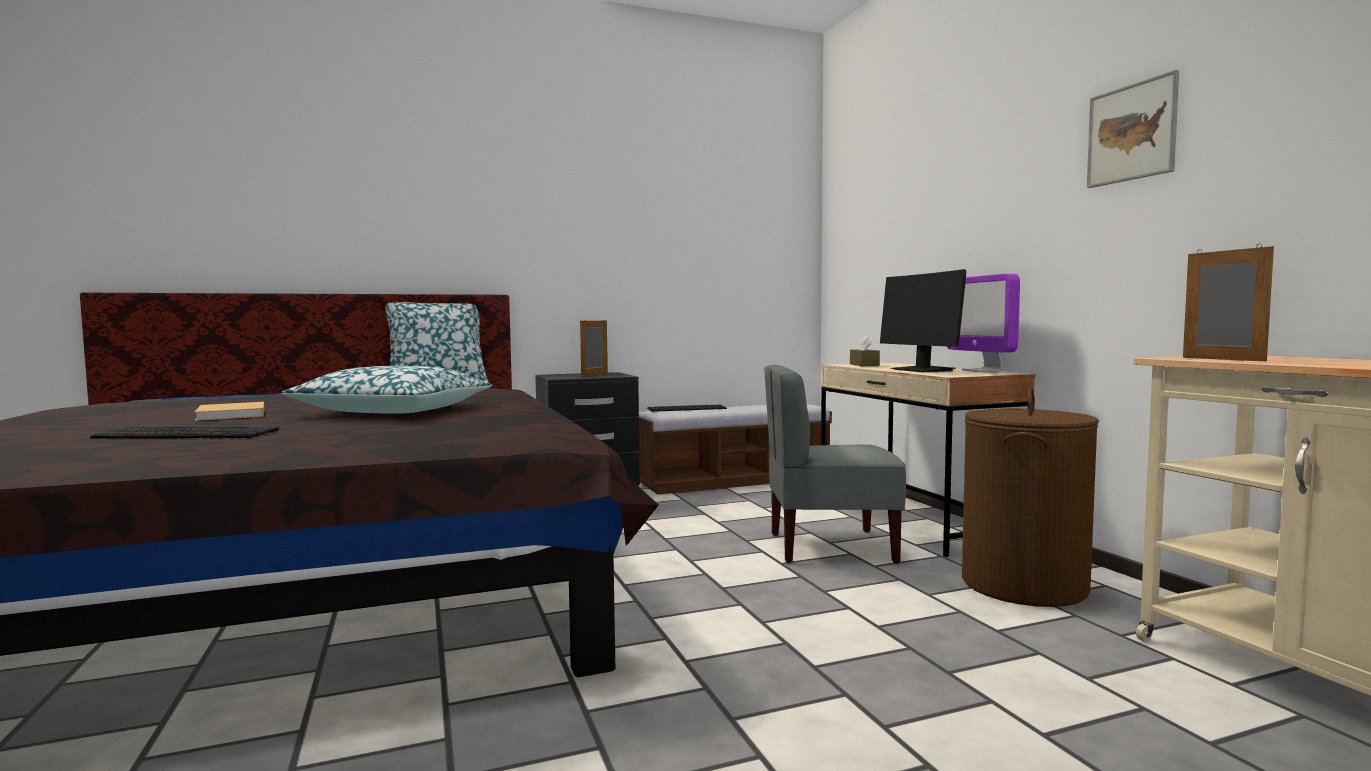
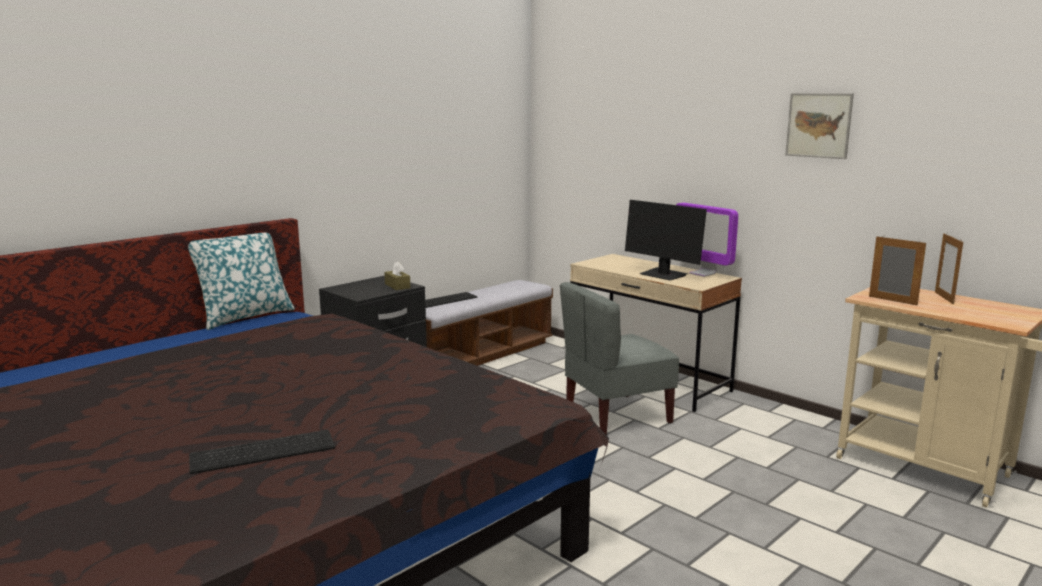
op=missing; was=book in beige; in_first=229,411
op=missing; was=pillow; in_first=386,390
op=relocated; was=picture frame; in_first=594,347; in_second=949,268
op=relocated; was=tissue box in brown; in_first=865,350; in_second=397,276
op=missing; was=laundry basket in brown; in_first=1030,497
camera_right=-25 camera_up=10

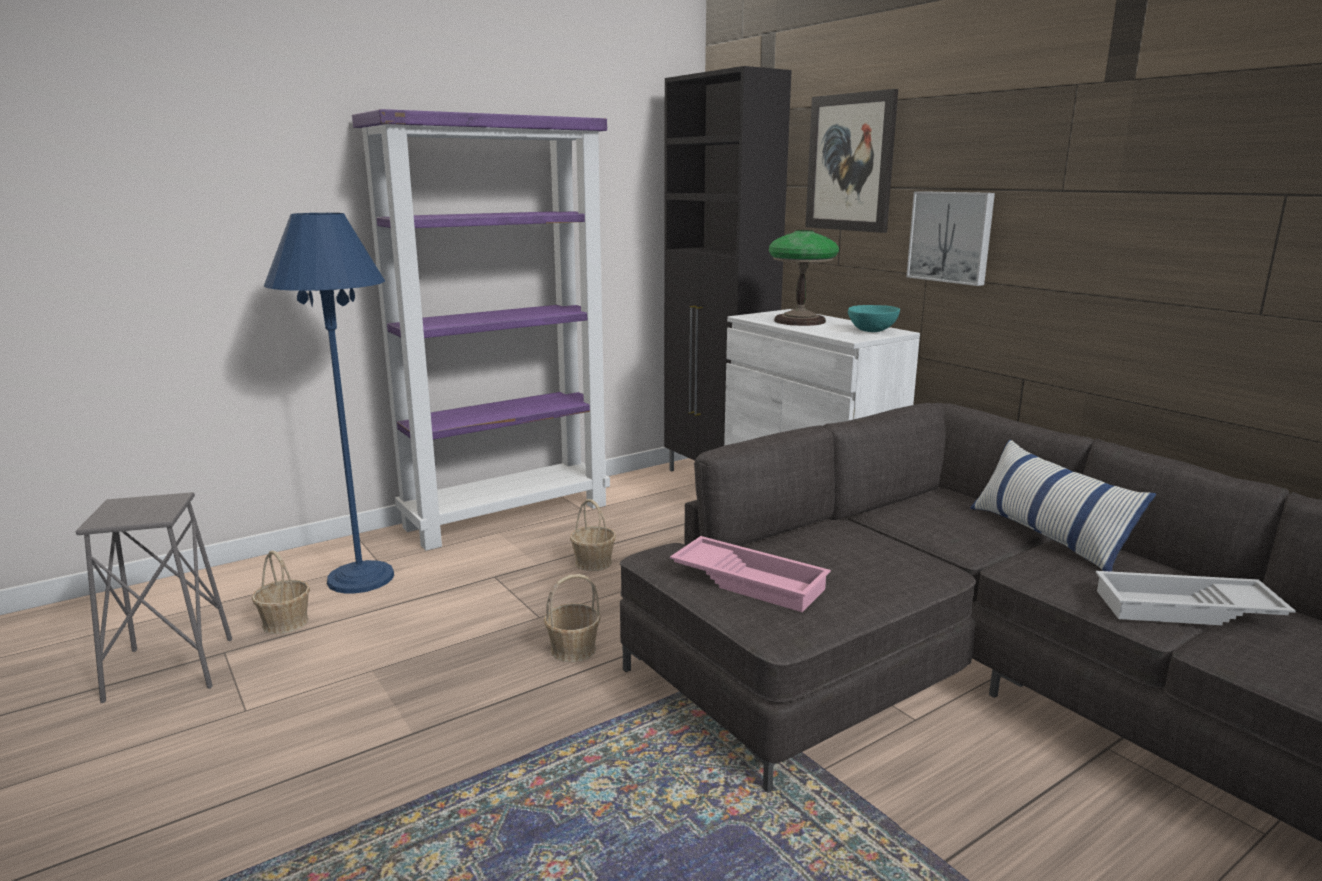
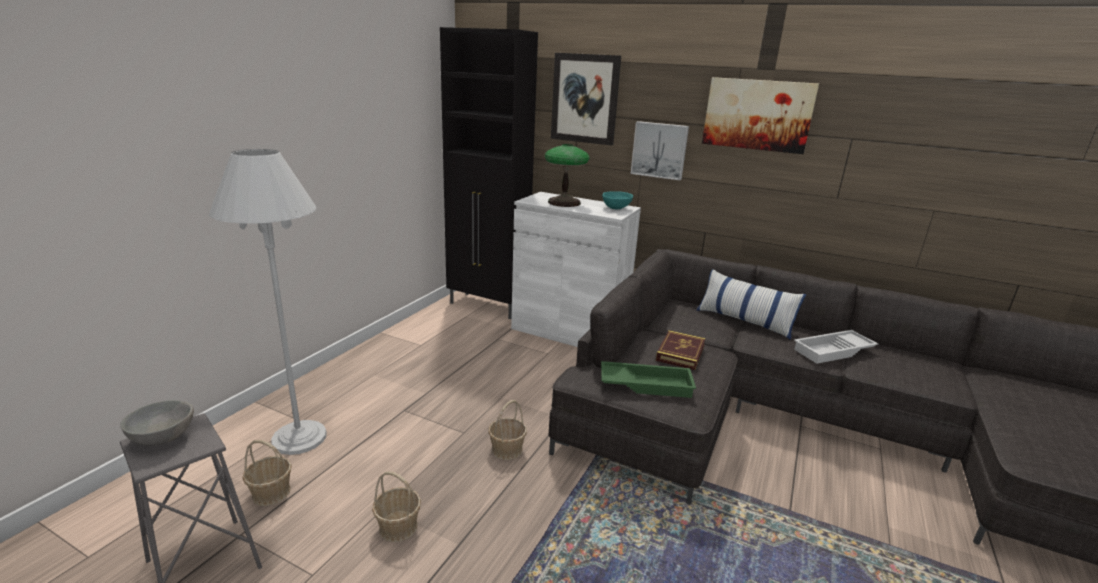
op=colour; was=floor lamp in blue; now=floor lamp in white; in_first=329,403; in_second=268,302
op=missing; was=bookcase in purple; in_first=481,330
op=relocated; was=basket; in_first=593,535; in_second=396,506
op=colour; was=tray in pink; now=tray in green; in_first=750,574; in_second=648,379
op=appeared; now=bowl in grey; in_second=157,423
op=appeared; now=book; in_second=681,350
op=appeared; now=picture; in_second=760,115
camera_right=-30 camera_up=5

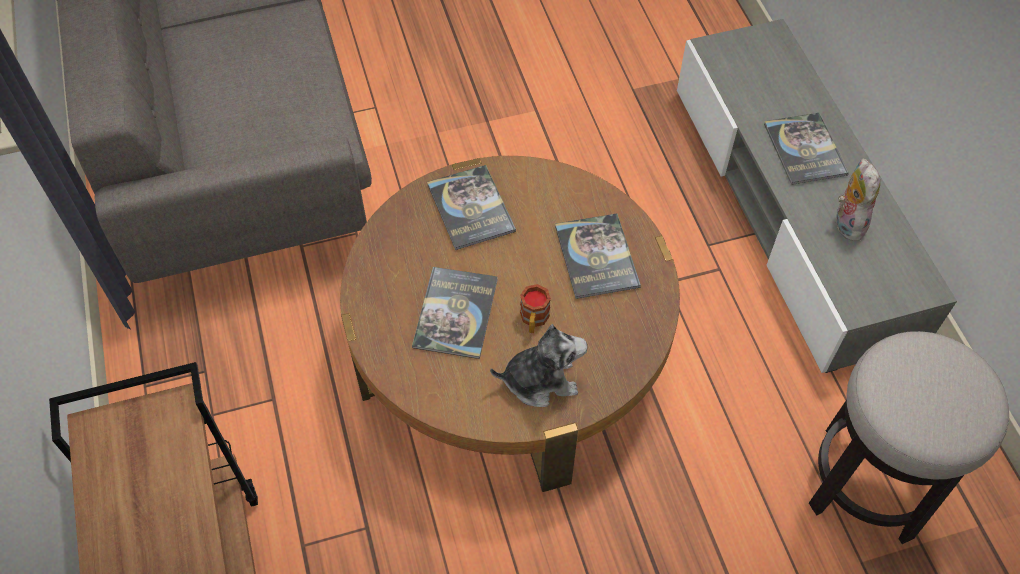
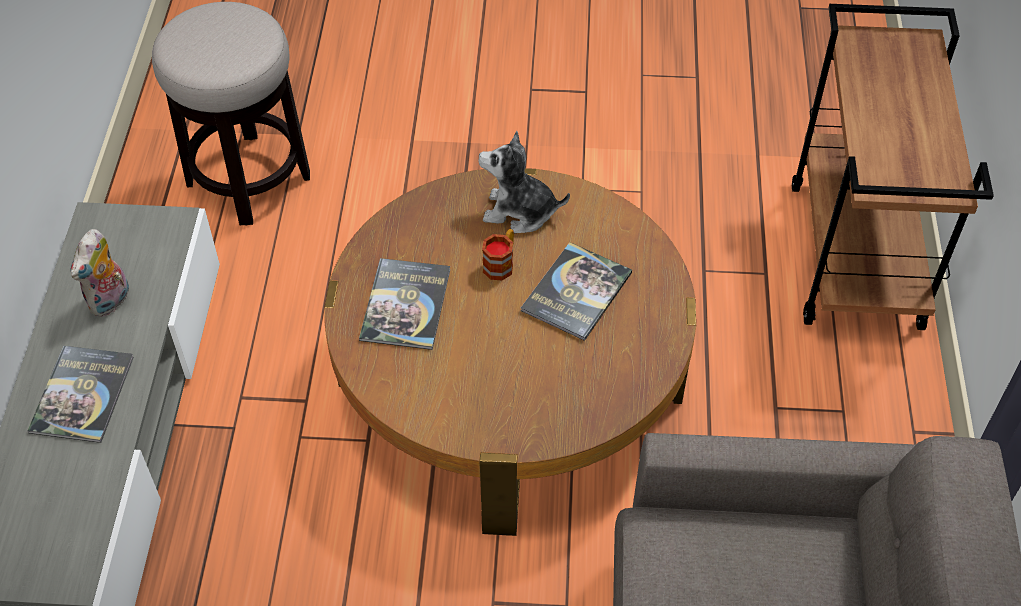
op=missing; was=book; in_first=471,207
camera_right=-160 camera_up=-5

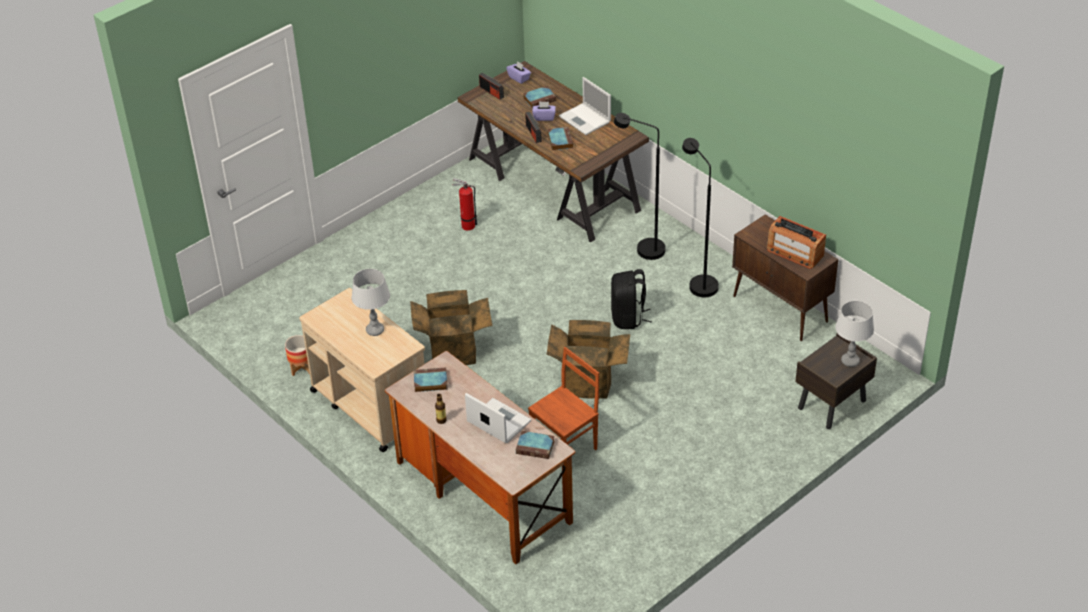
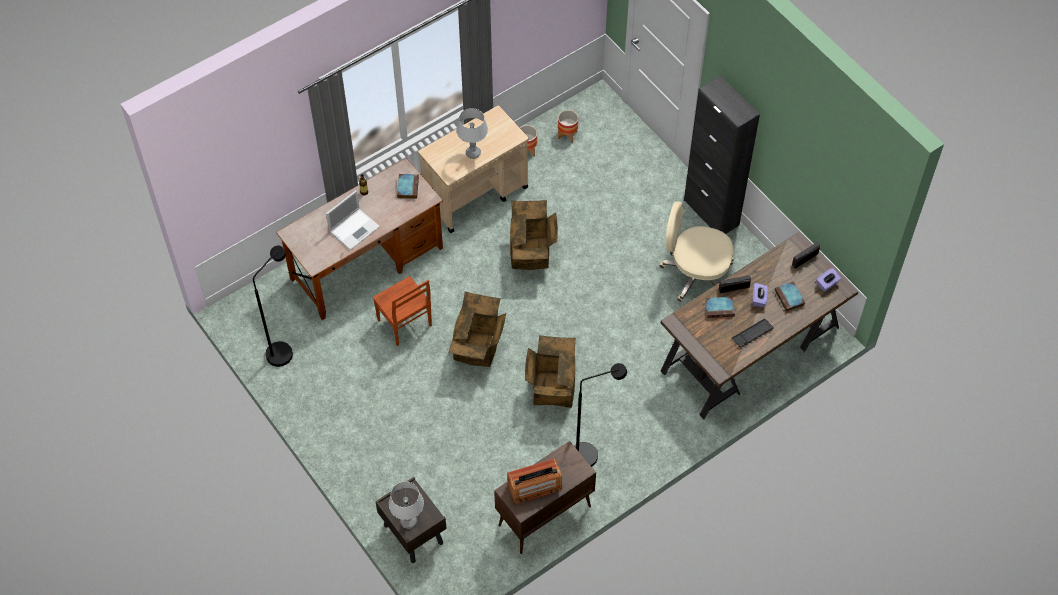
op=exchanged; was=fire extinguisher; now=office chair in beige; in_first=464,204; in_second=696,251
op=missing; was=book; in_first=535,445
op=exchanged; was=laptop; now=keyboard; in_first=585,106; in_second=752,333
op=exchanged; was=backpack in black; now=cardboard box; in_first=631,299; in_second=550,371
op=relocated; was=floor lamp in black; in_first=639,186; in_second=273,306
op=spun; was=radio; in_first=796,242; in_second=534,481; clockwise=-150
op=appeared; now=planter; in_second=568,126
op=appeared; now=cabinet in black; in_second=722,155
camera_right=95 camera_up=15

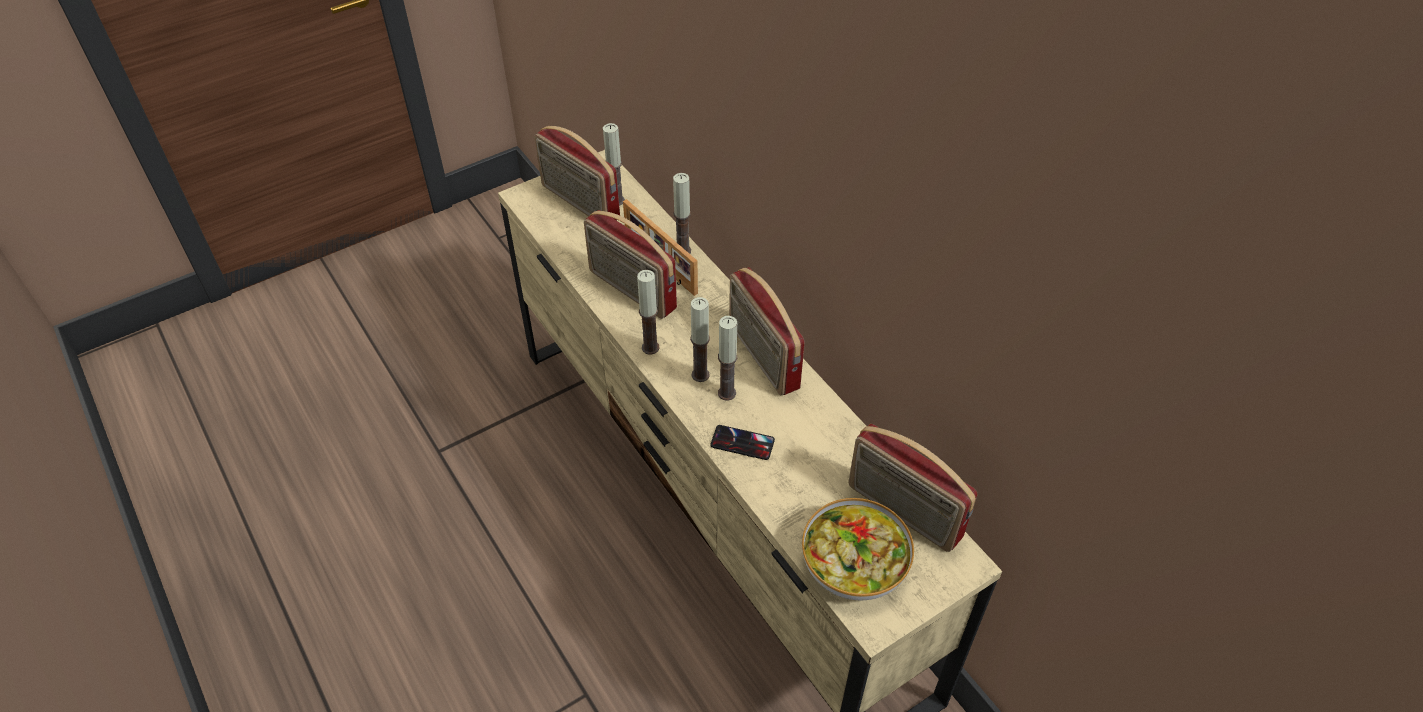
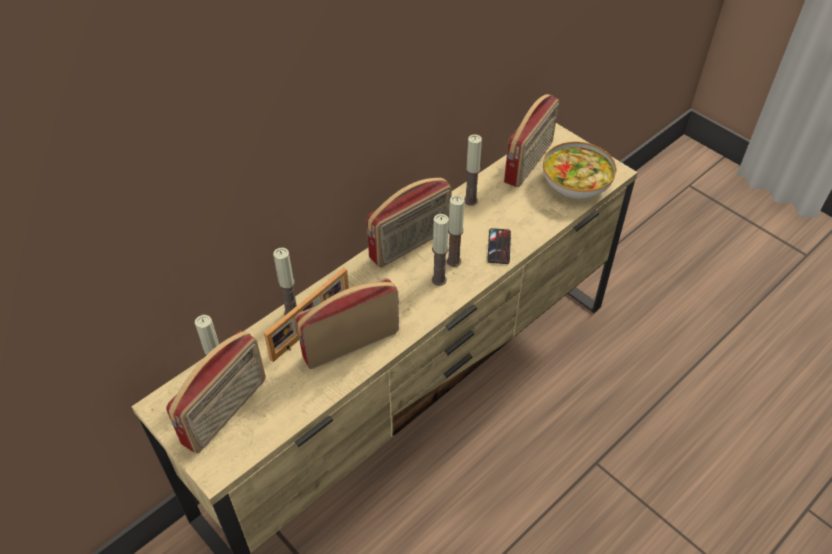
op=spun; was=radio; in_first=630,264; in_second=347,323; clockwise=-150
op=relocated; was=candle; in_first=648,312; in_second=473,170
camera_right=-100 camera_up=0

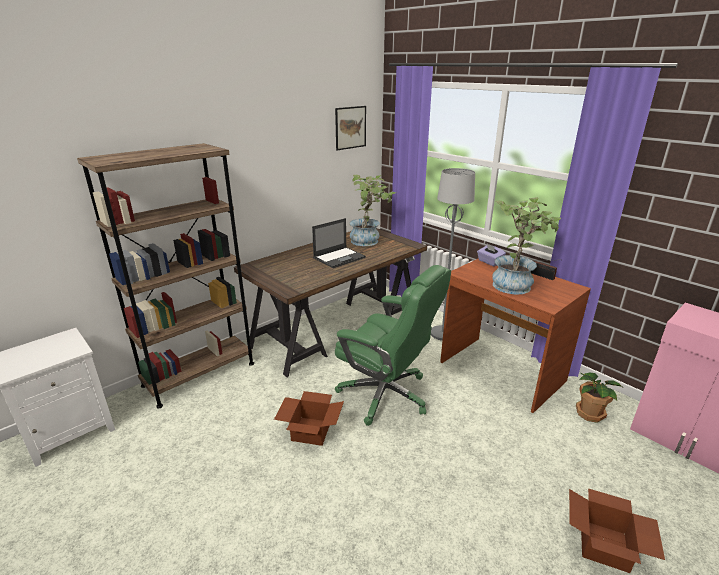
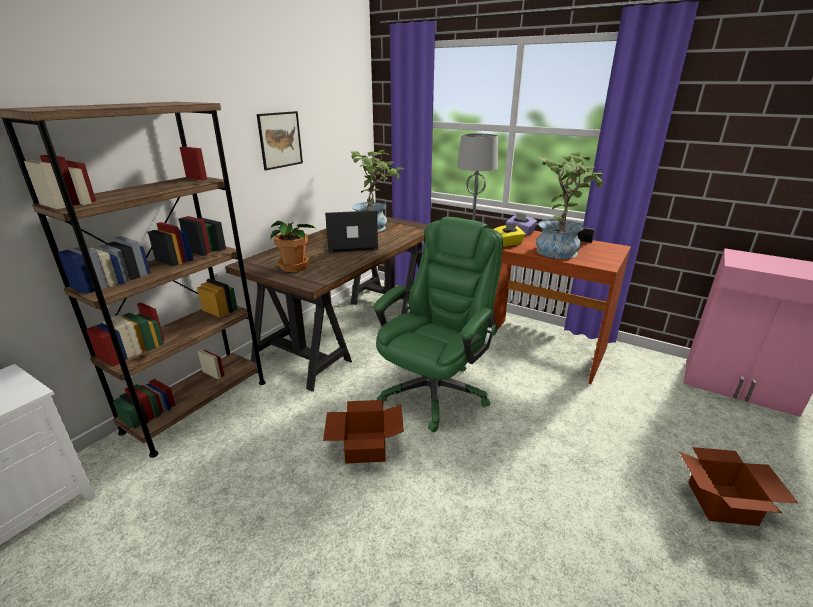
op=spun; was=laptop; in_first=339,243; in_second=351,231; clockwise=-135
op=relocated; was=picture; in_first=350,128; in_second=280,140
op=spun; was=office chair in green; in_first=393,345; in_second=438,324; clockwise=-75
op=relocated; was=potted plant; in_first=599,397; in_second=293,246
op=appeared; now=tissue box in yellow; in_second=510,235
camera_right=-15 camera_up=0

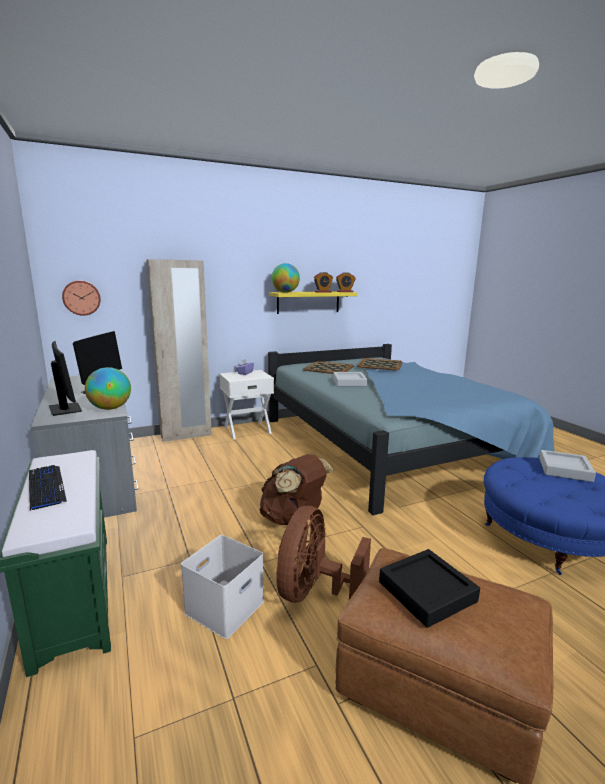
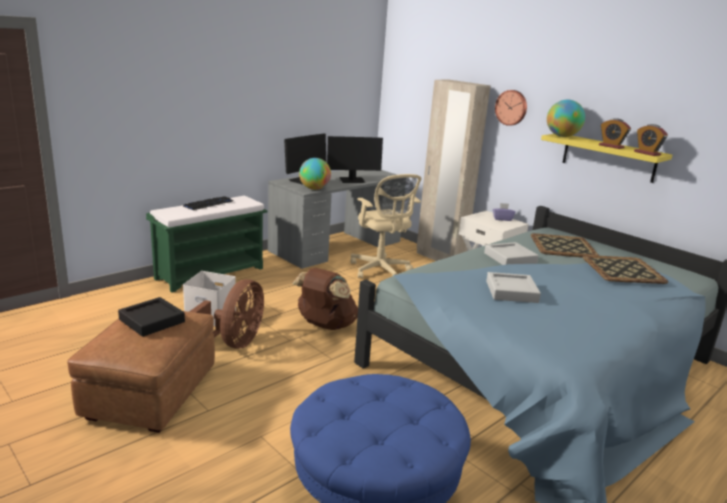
op=relocated; was=wall clock; in_first=81,298; in_second=511,108
op=spun; was=fan in brown; in_first=323,554; in_second=226,314; clockwise=105
op=relocated; was=tray in grey; in_first=567,466; in_second=513,287
op=appeared; now=office chair in beige; in_second=386,226
camera_right=70 camera_up=5

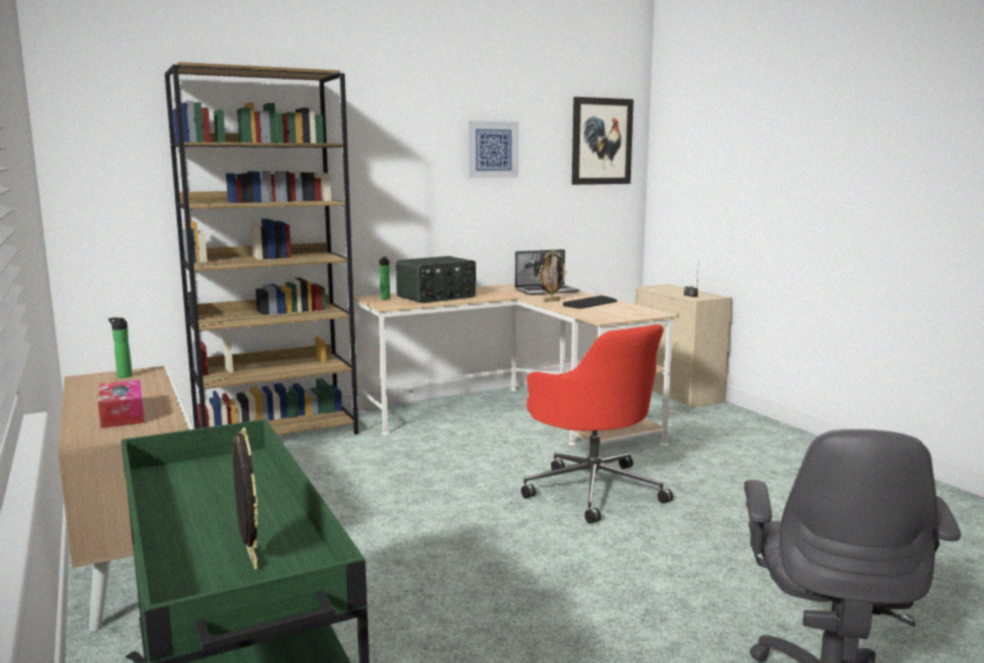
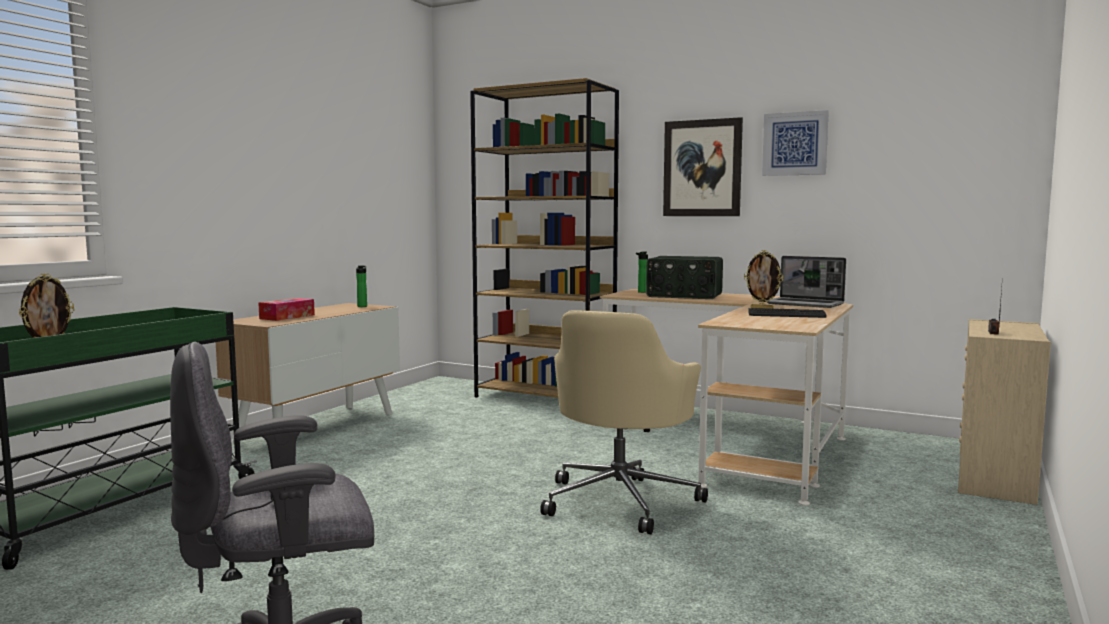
op=colour; was=office chair in red; now=office chair in beige; in_first=597,424; in_second=624,422
op=relocated; was=picture; in_first=603,141; in_second=703,166
camera_right=55 camera_up=-5

